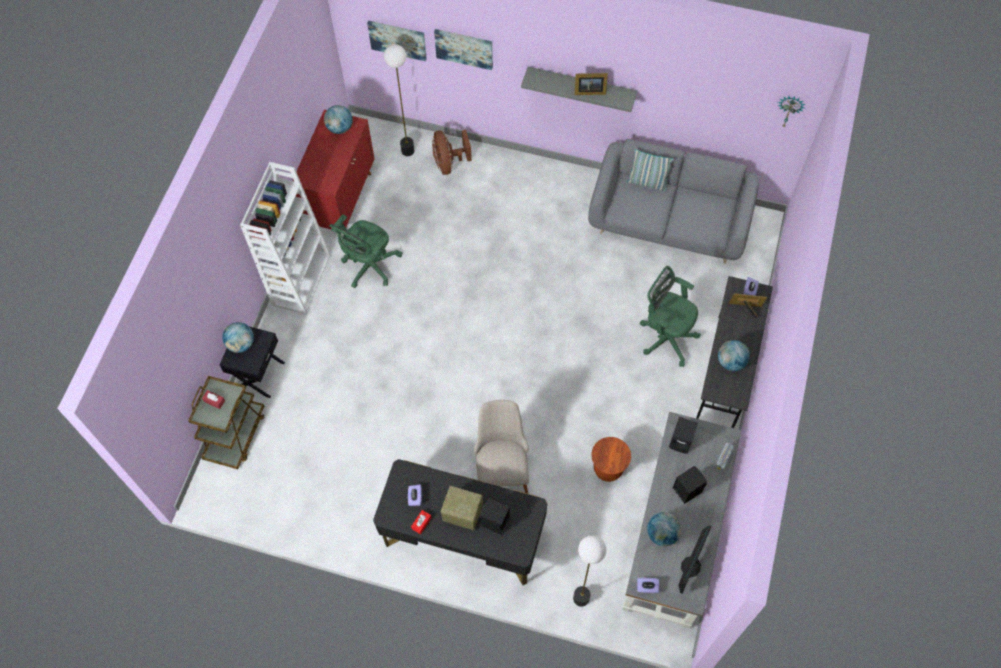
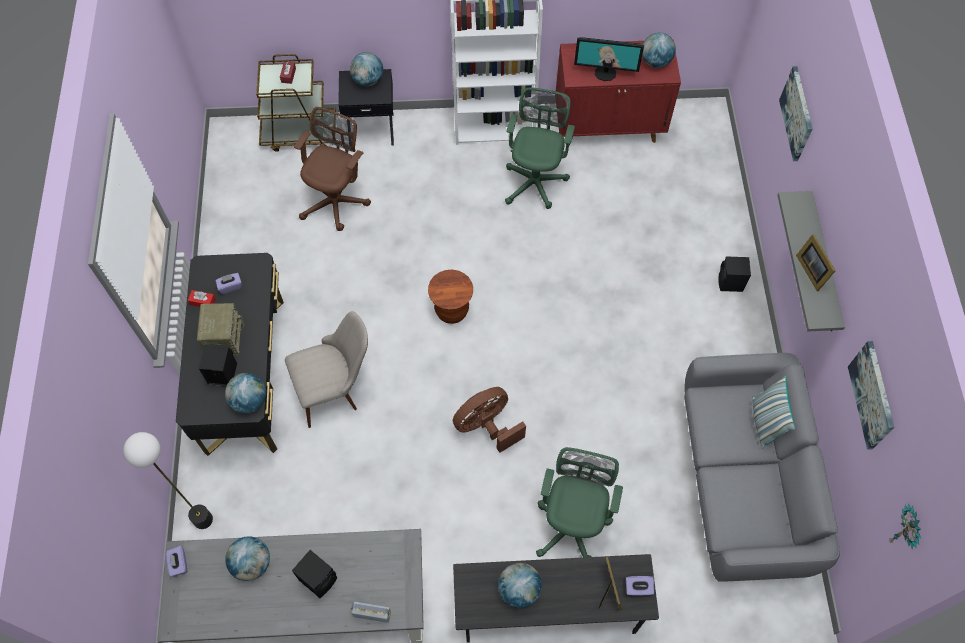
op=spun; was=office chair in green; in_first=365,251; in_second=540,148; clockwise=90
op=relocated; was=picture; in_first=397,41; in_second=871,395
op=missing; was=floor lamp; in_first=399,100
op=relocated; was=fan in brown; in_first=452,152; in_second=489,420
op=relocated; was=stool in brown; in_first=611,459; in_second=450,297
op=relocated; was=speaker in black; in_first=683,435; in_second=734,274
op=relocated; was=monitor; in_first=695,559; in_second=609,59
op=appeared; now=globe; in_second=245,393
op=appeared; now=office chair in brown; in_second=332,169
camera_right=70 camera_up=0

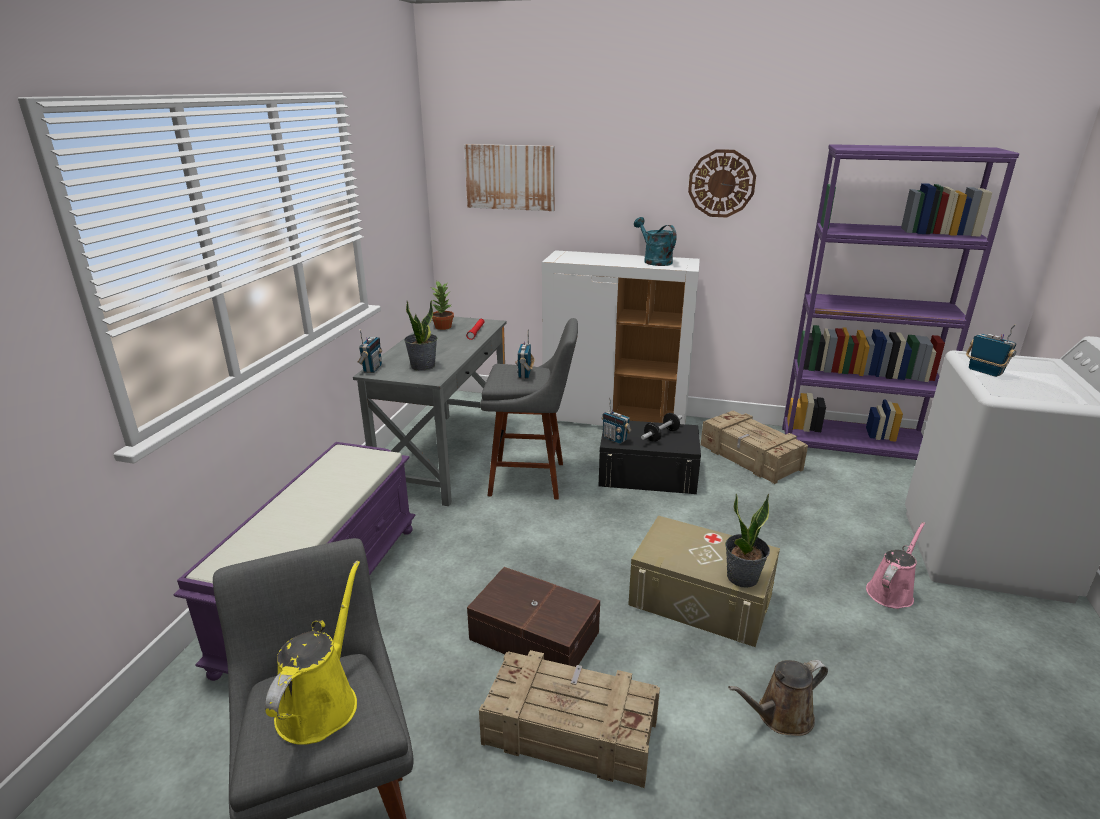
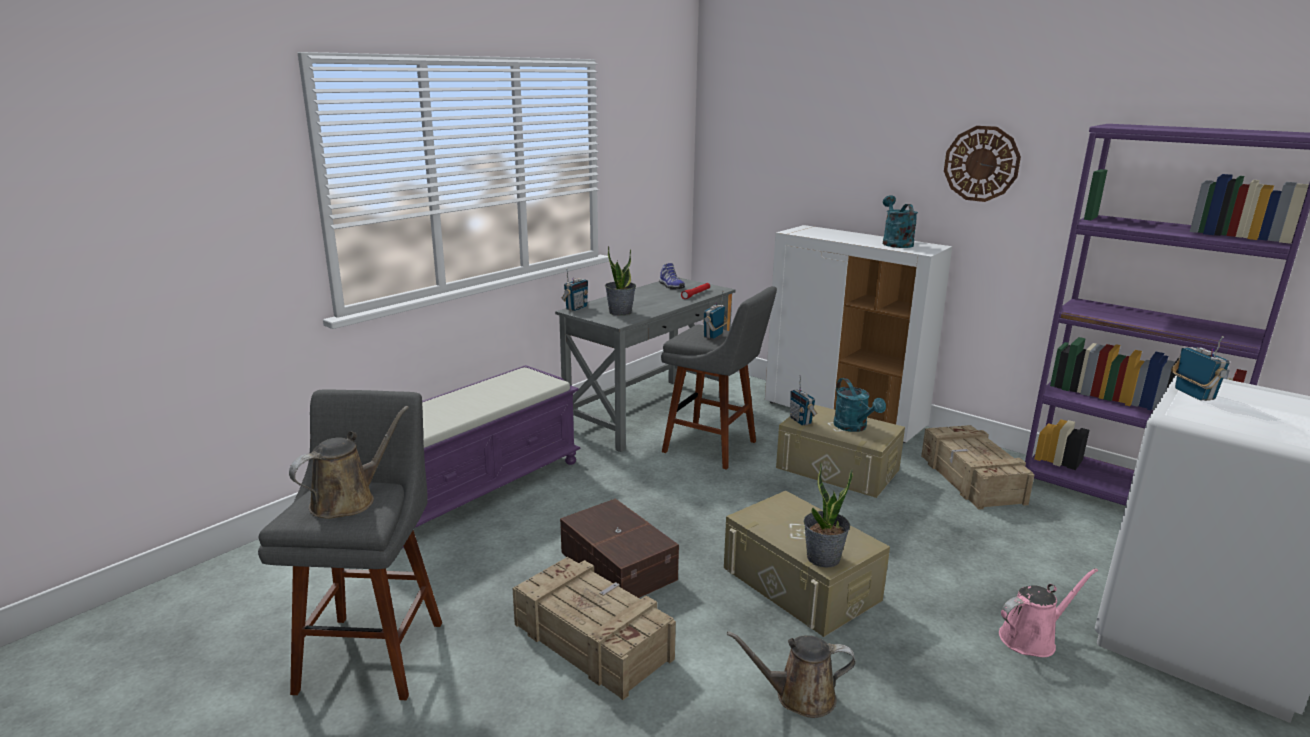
op=colour; was=watering can in yellow; now=watering can in brown; in_first=312,653; in_second=349,462
op=exchanged; was=potted plant; now=shoe; in_first=443,305; in_second=672,276
op=missing; was=picture; in_first=509,177
op=colour; was=storage box in black; now=storage box in beige; in_first=649,457; in_second=840,451
op=exchanged; was=dumbbell; now=watering can in turquoise; in_first=661,427; in_second=859,405
camera_right=25 camera_up=-5

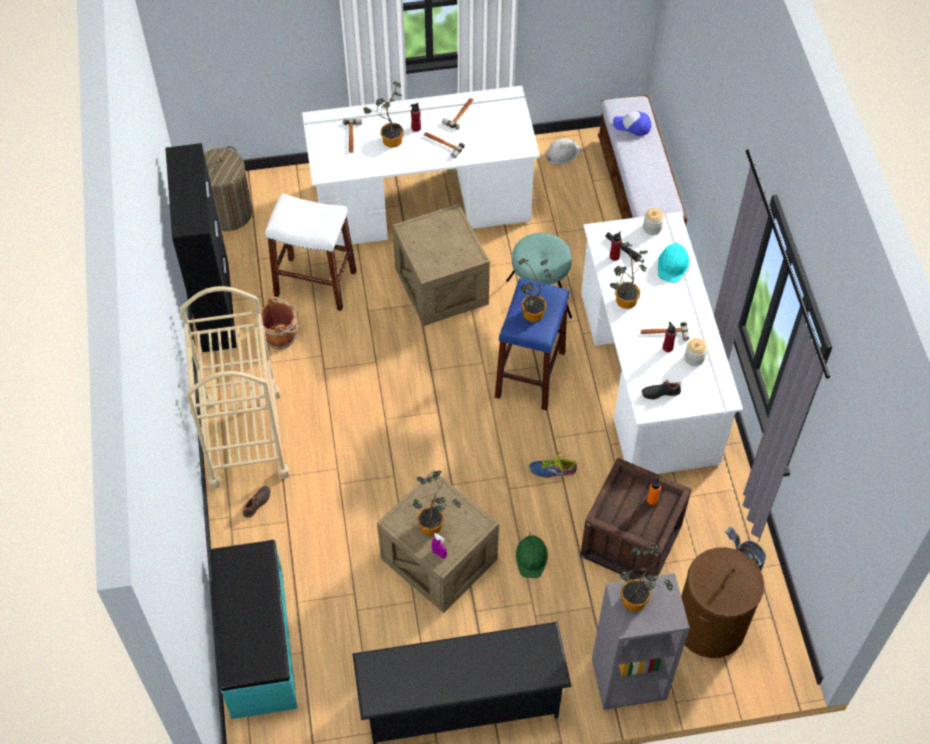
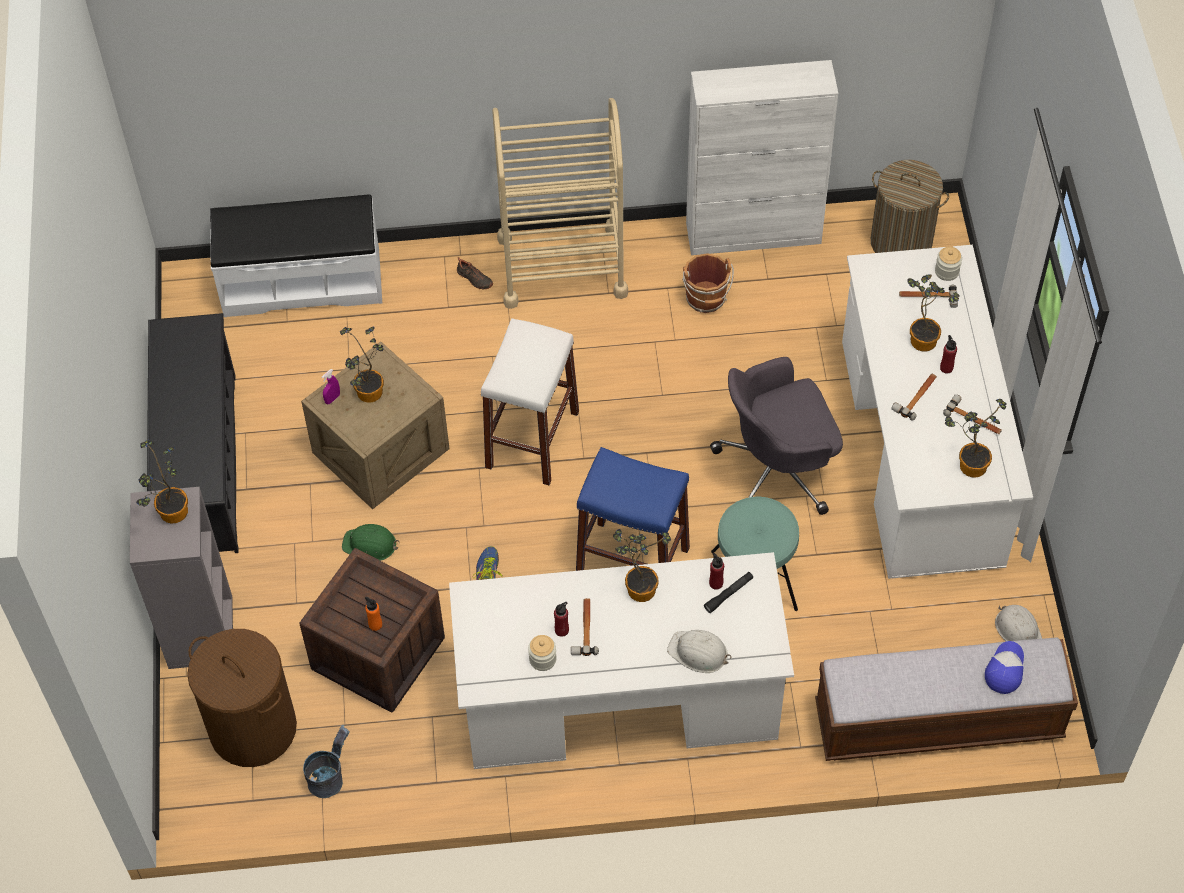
op=colour; was=cabinet in black; now=cabinet in white; in_first=201,247; in_second=762,157
op=colour; was=bench in turquoise; now=bench in white; in_first=253,629; in_second=296,256
op=relocated; was=stool in white; in_first=311,252; in_second=530,401
op=exchanged; was=crate; now=office chair in grey; in_first=441,265; in_second=776,436
op=relocated; was=potted plant; in_first=536,290; in_second=976,438
op=missing; was=shoe in black; in_first=662,390
op=relocated; was=jar; in_first=653,221; in_second=948,264
op=colour; was=hard hat in turquoise; now=hard hat in white; in_first=673,263; in_second=699,651
camera_right=95 camera_up=0

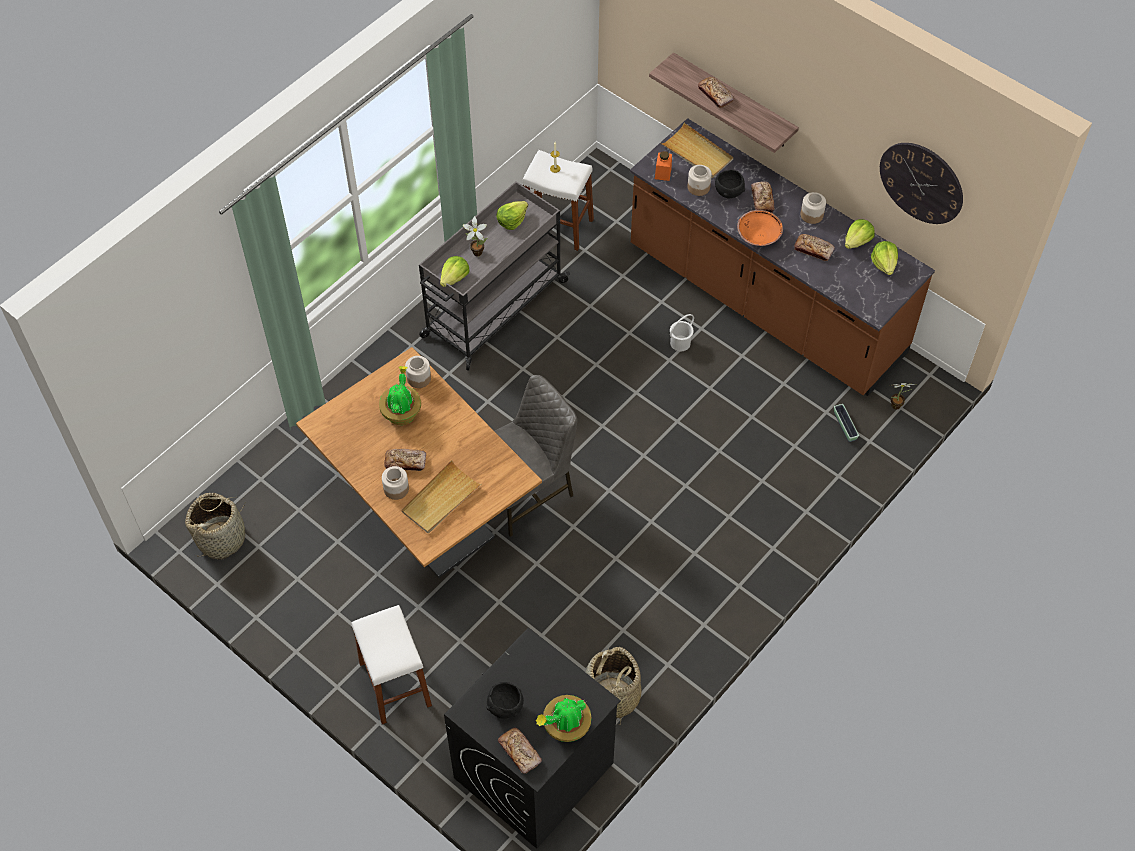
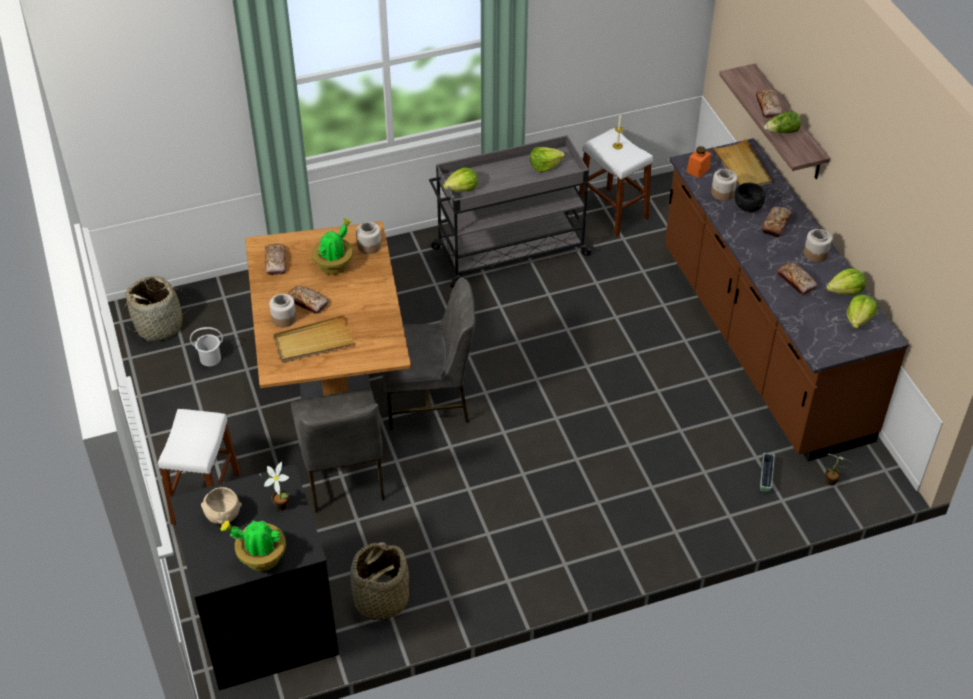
op=relocated; was=potted plant; in_first=475,236; in_second=277,486
op=colour; was=bowl in black; now=bowl in beige; in_first=505,700; in_second=221,505
op=relocated; was=bread; in_first=520,750; in_second=275,259
op=relocated; was=bucket in white; in_first=682,332; in_second=206,346
op=missing; was=bowl in orange; in_first=760,228
op=missing; was=wall clock; in_first=921,183
op=appeared; now=chair in grey; in_second=338,450
op=appeared; now=lettuce; in_second=782,122
camera_right=30 camera_up=-10

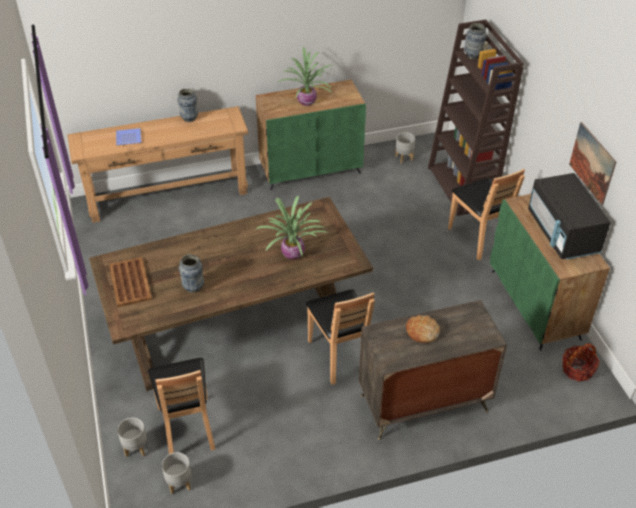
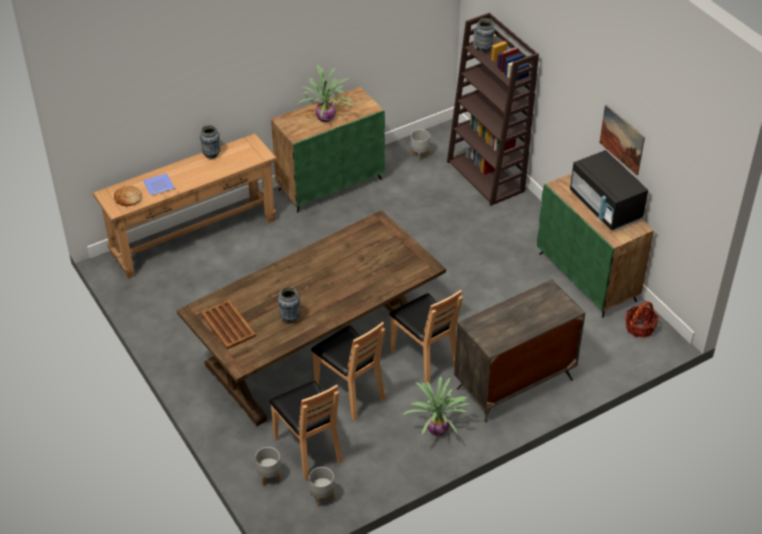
op=relocated; was=potted plant; in_first=292,227; in_second=436,406
op=relocated; was=bread; in_first=423,329; in_second=128,196
op=relocated; was=chair in brown; in_first=486,214; in_second=348,371
camera_right=-15 camera_up=0

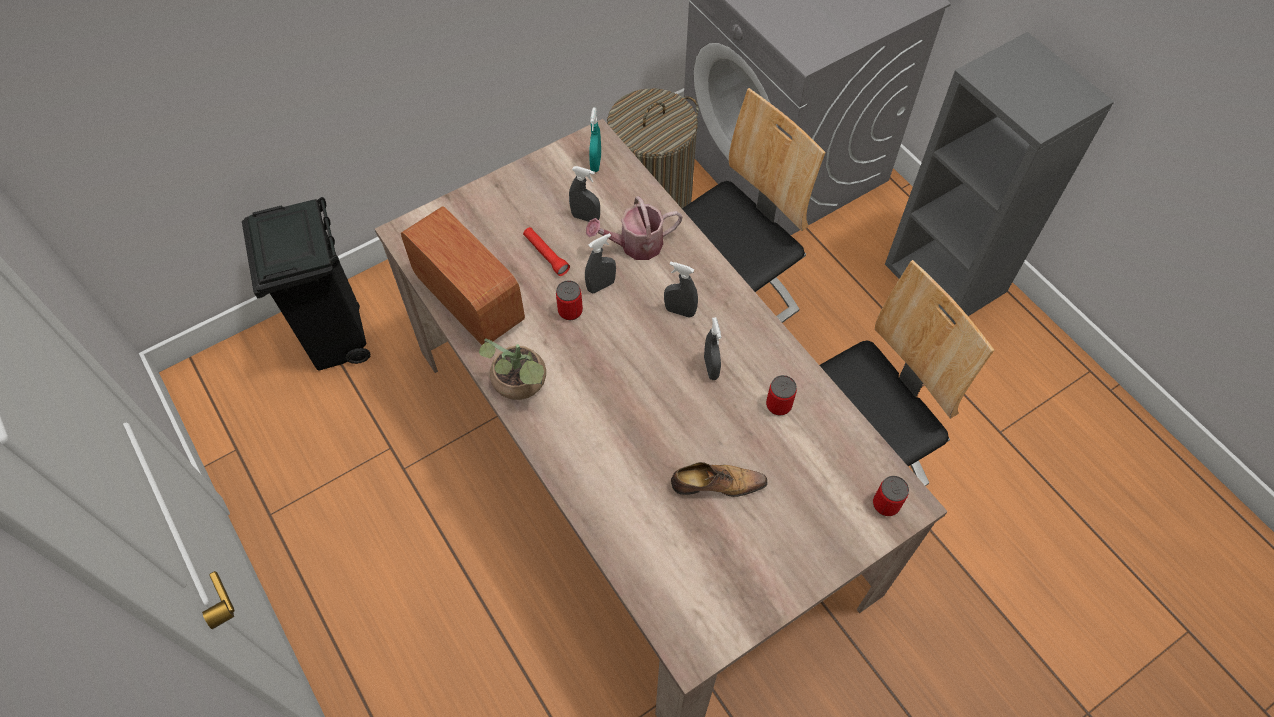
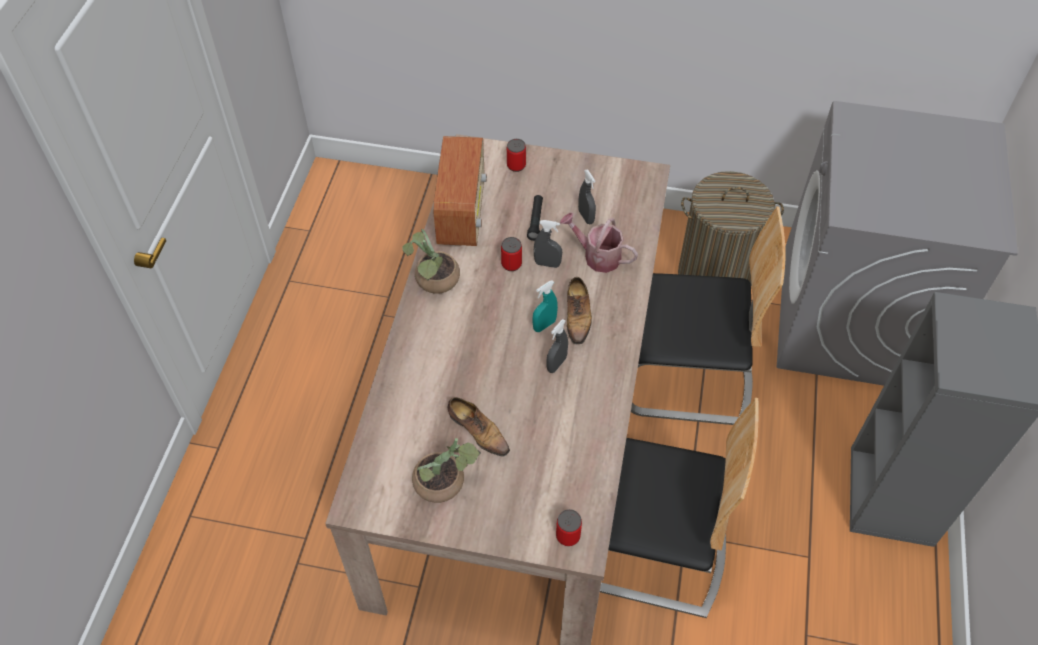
op=missing; was=trash can in black; in_first=306,284
op=colour; was=flashlight in red; now=flashlight in black; in_first=546,251; in_second=535,218
op=relocated; was=spray bottle in turquoise; in_first=595,140; in_second=545,306
op=exchanged; was=spray bottle in grey; now=shoe; in_first=681,290; in_second=579,311
op=relocated; was=can; in_first=781,395; in_second=516,155
op=appeared; now=potted plant; in_second=446,470
camera_right=45 camera_up=-5

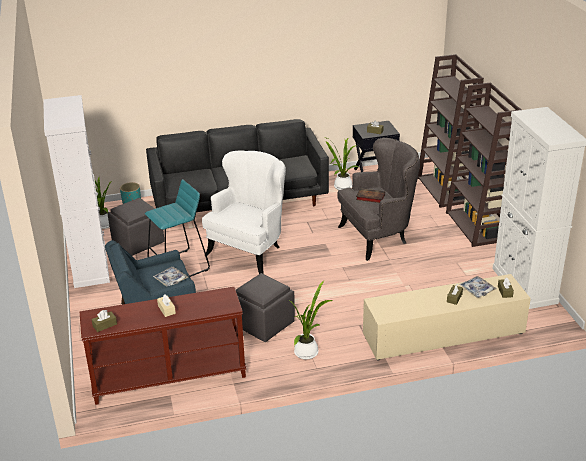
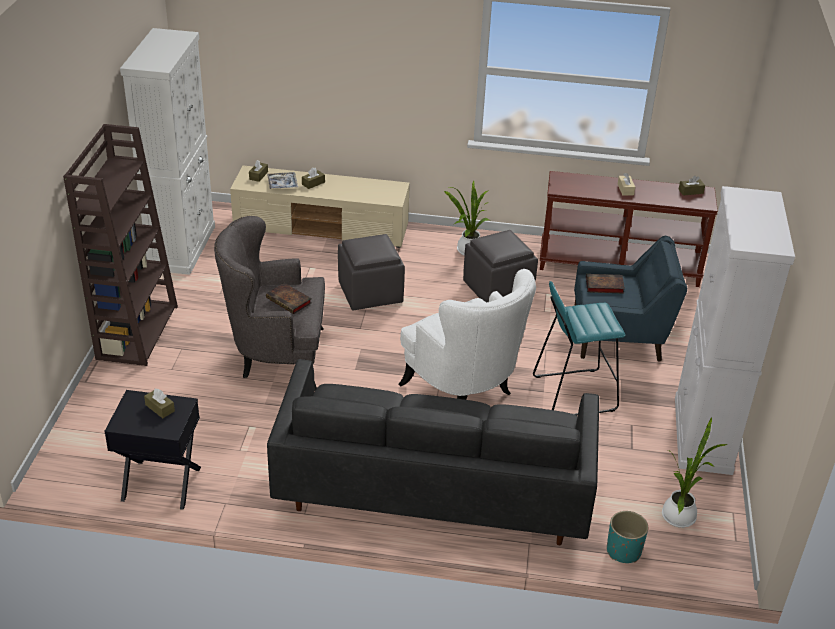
op=relocated; was=ottoman in grey; in_first=136,227; in_second=371,272
op=exchanged; was=tray; now=book; in_first=170,277; in_second=605,284
op=spun; was=armchair in white; in_first=244,212; in_second=467,334; clockwise=-90
op=missing; was=potted plant; in_first=340,163
op=missing; was=bookcase in brown; in_first=451,131
camera_right=-160 camera_up=5

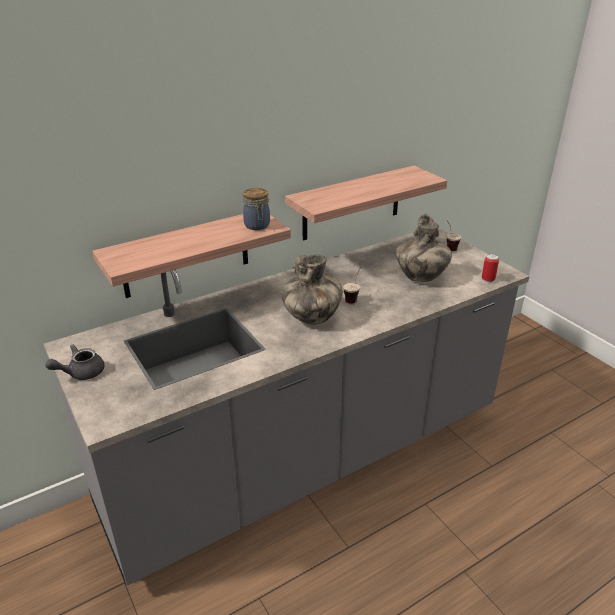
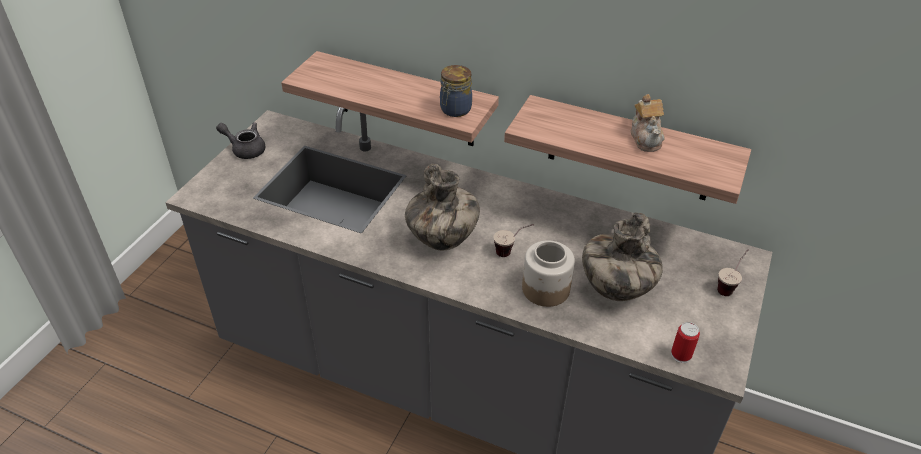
op=appeared; now=jar; in_second=548,274
op=appeared; now=teapot; in_second=648,123
camera_right=55 camera_up=10

